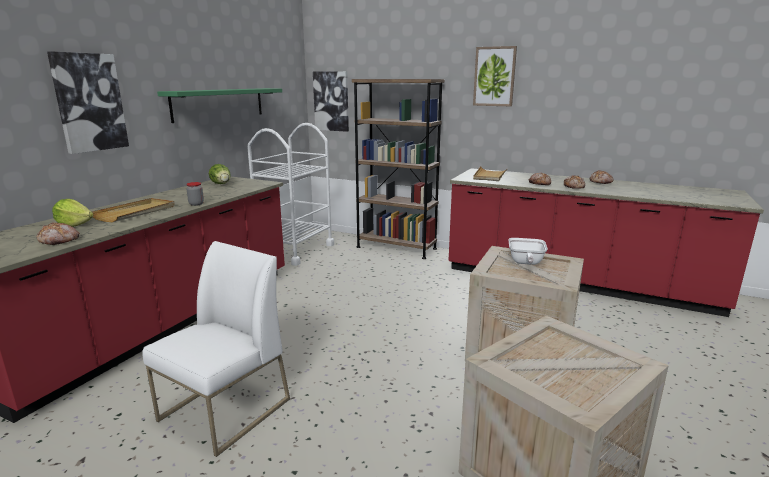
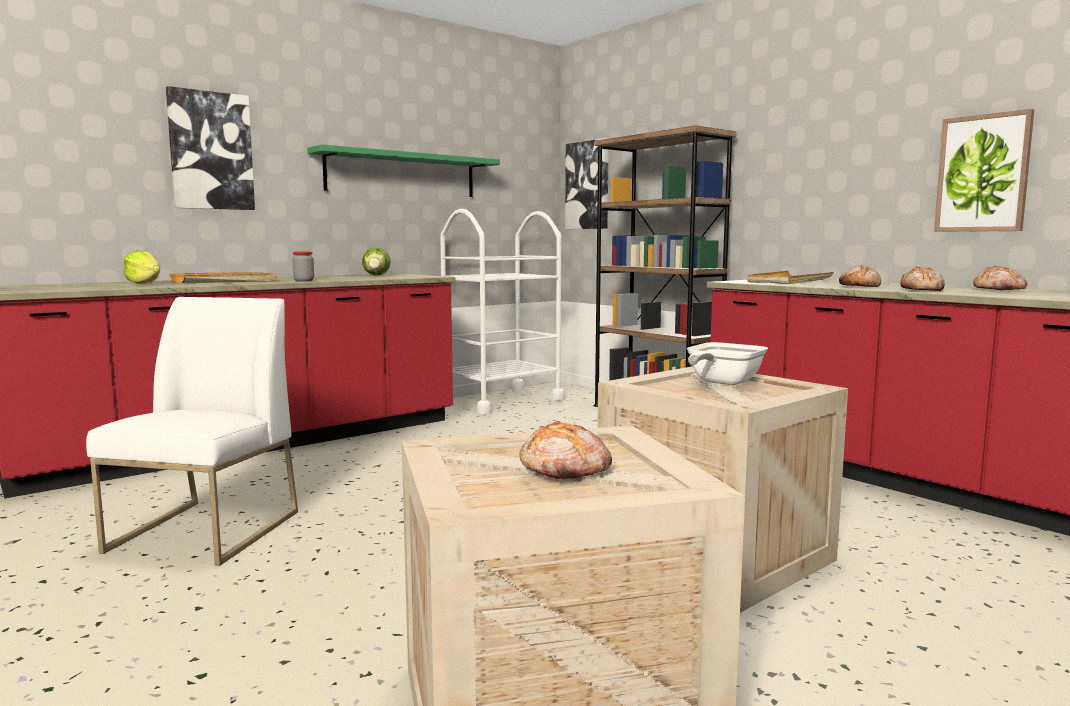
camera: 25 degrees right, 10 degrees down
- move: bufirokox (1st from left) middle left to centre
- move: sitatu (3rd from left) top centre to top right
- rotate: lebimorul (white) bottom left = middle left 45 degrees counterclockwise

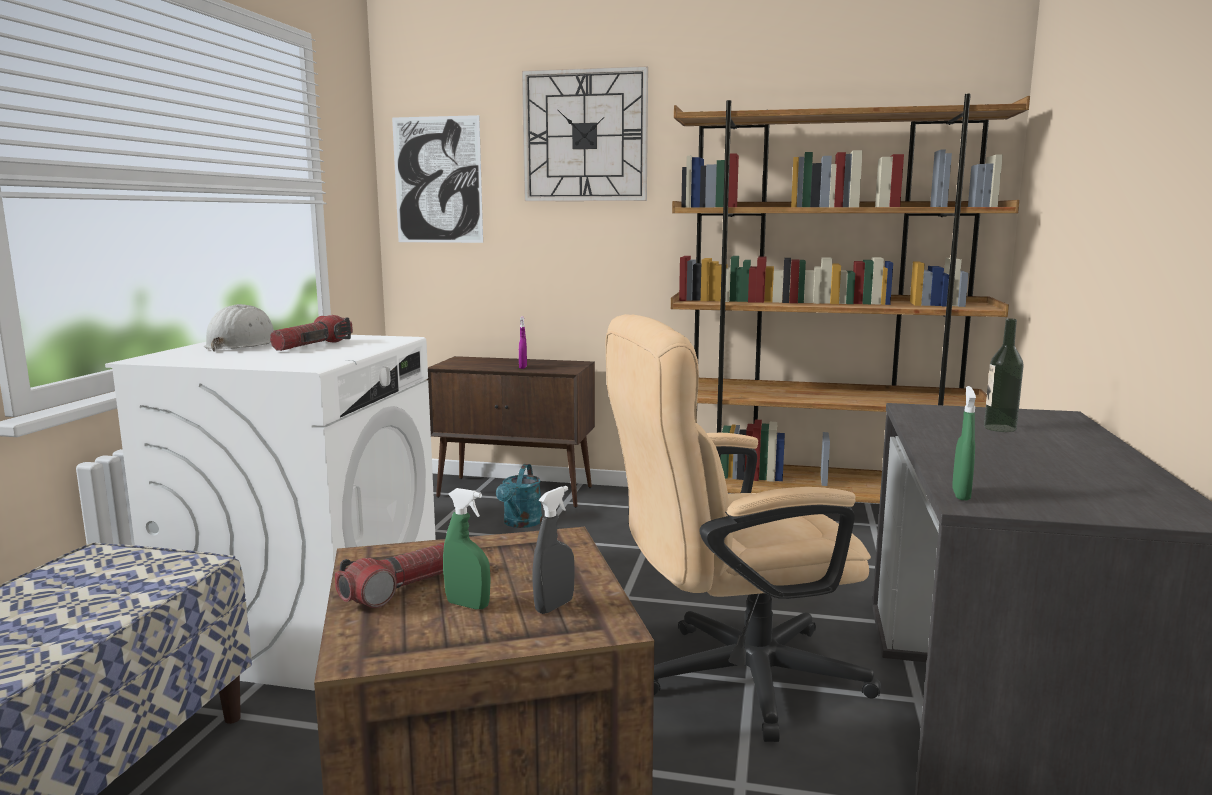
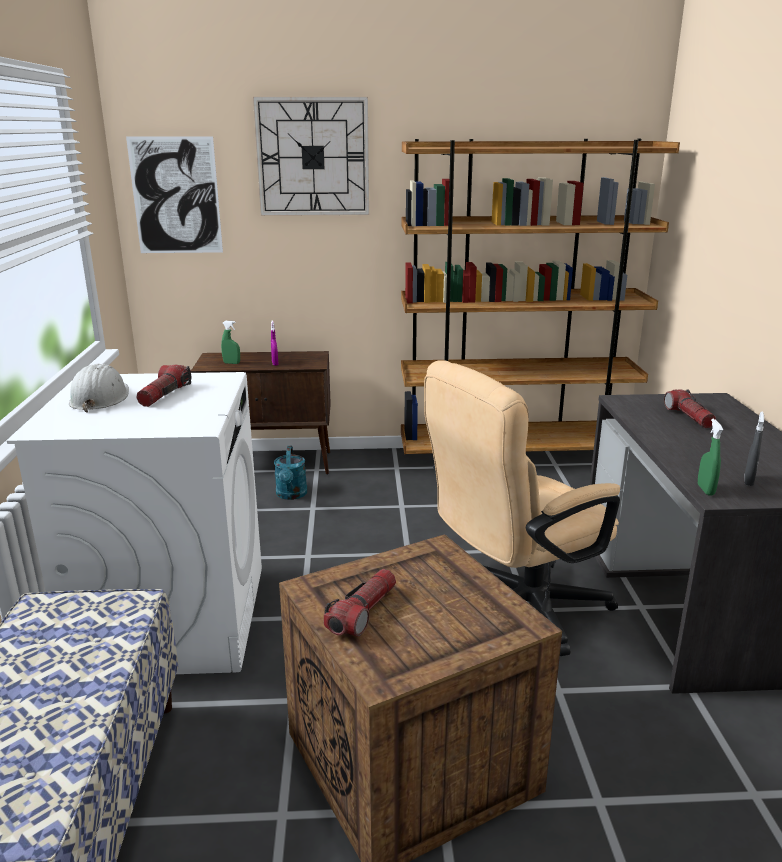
camera: 15 degrees left, 10 degrees up
- move: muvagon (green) (1st from left) bottom centre to middle left
- move: muvagon (grey) bottom centre to middle right
- replace: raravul middle right to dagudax (3rd from left) middle right

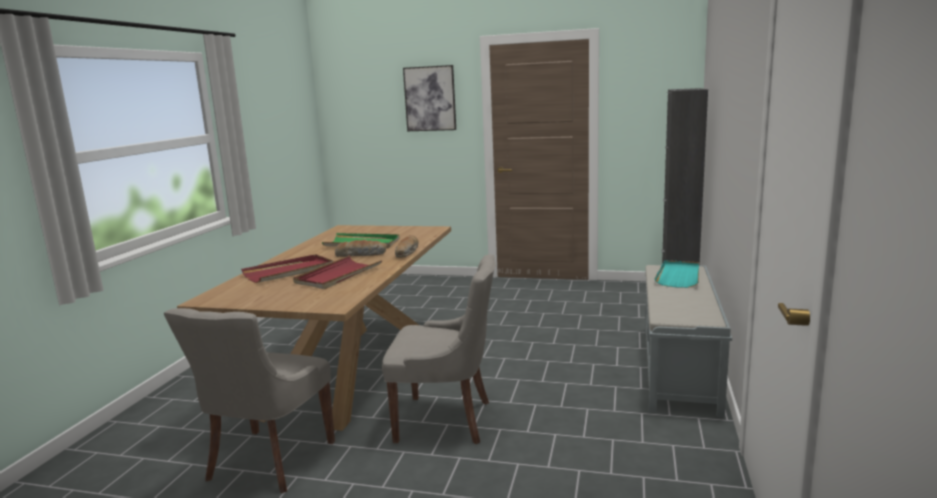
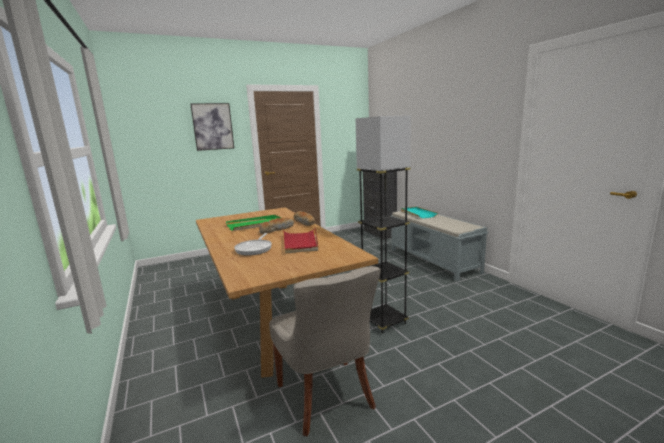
camera: 40 degrees left, 0 degrees up
- replace: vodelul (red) (1st from left) middle left to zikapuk centre
- replace: lebimorul (grey) (2nd from left) bottom centre to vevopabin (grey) centre

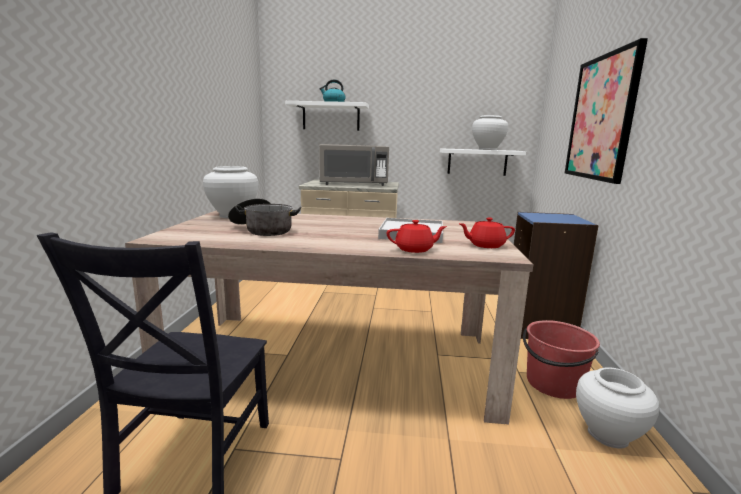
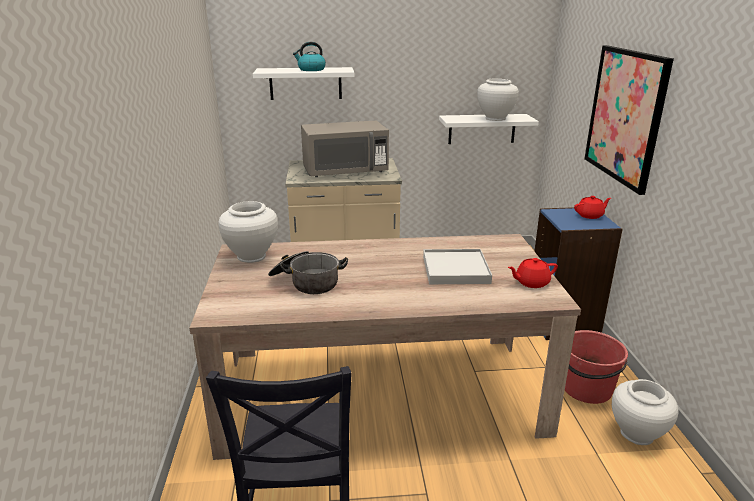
camera: 10 degrees left, 10 degrees up
- move: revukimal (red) (1st from left in the first image) centre to revukimal (red) (2nd from left) middle right

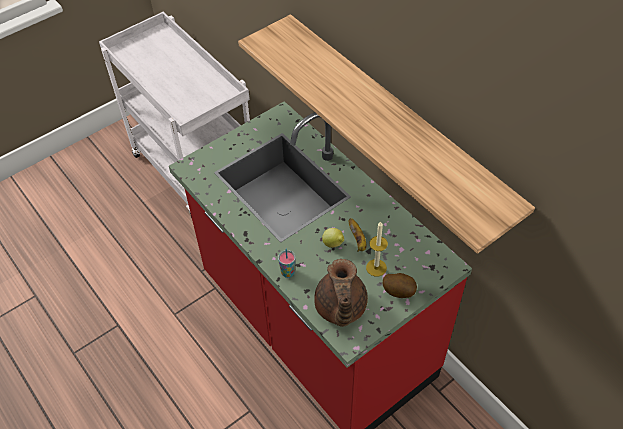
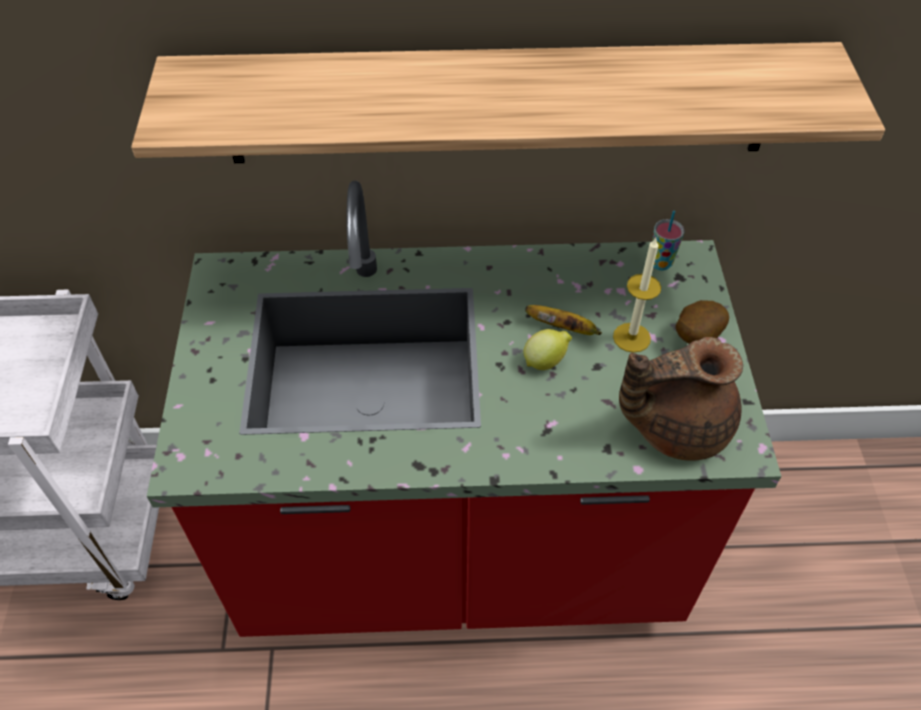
camera: 55 degrees left, 0 degrees up
- move: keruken centre to middle right
- rotate: revukimal (brown) bottom centre = middle right 135 degrees clockwise

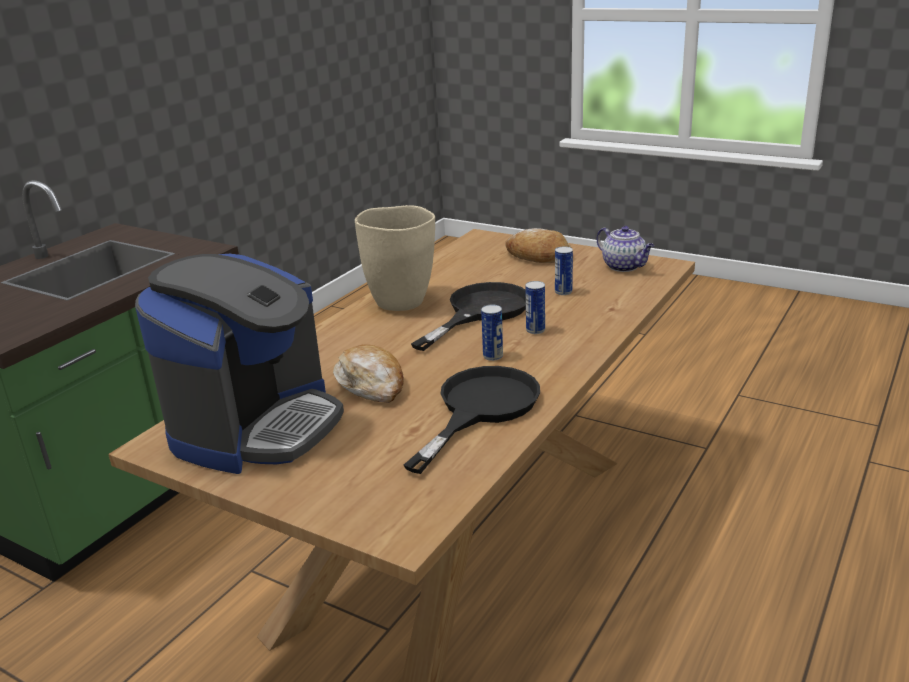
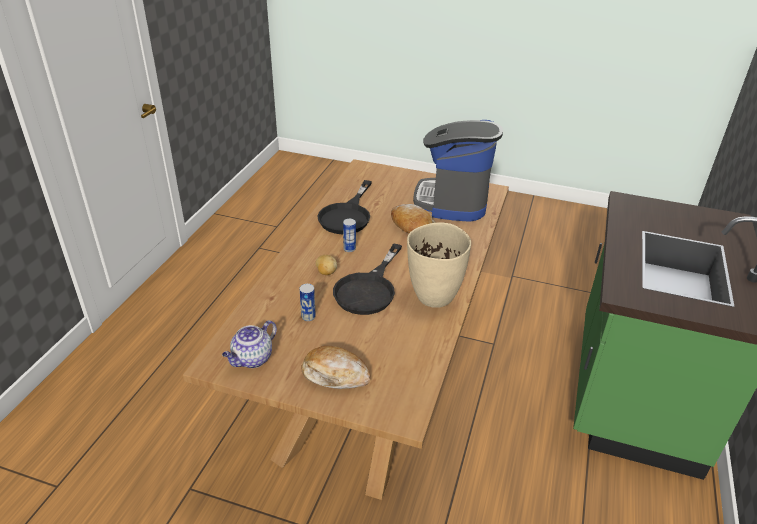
camera: 165 degrees right, 10 degrees up
- replace: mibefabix (2nd from left) centre to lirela centre
- rotate: revukimal middle right = middle left 90 degrees counterclockwise

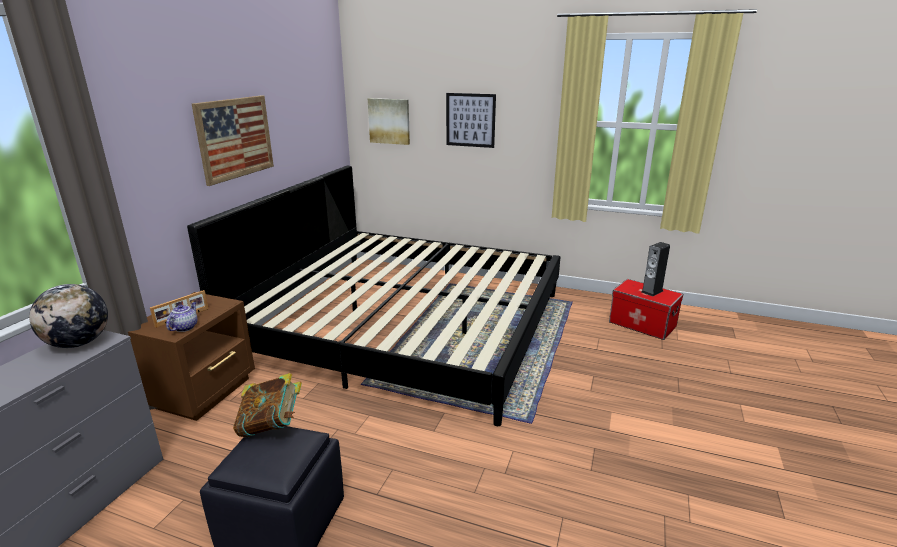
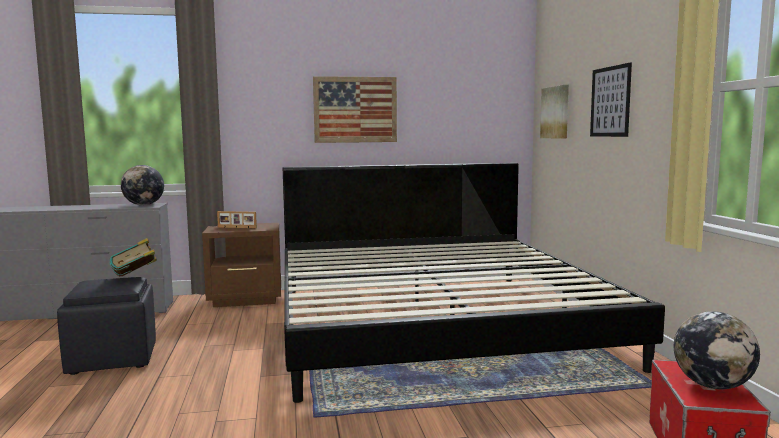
camera: 60 degrees right, 15 degrees down
- delete: revukimal middle left
- replace: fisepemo middle right to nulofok (2nd from left) bottom right

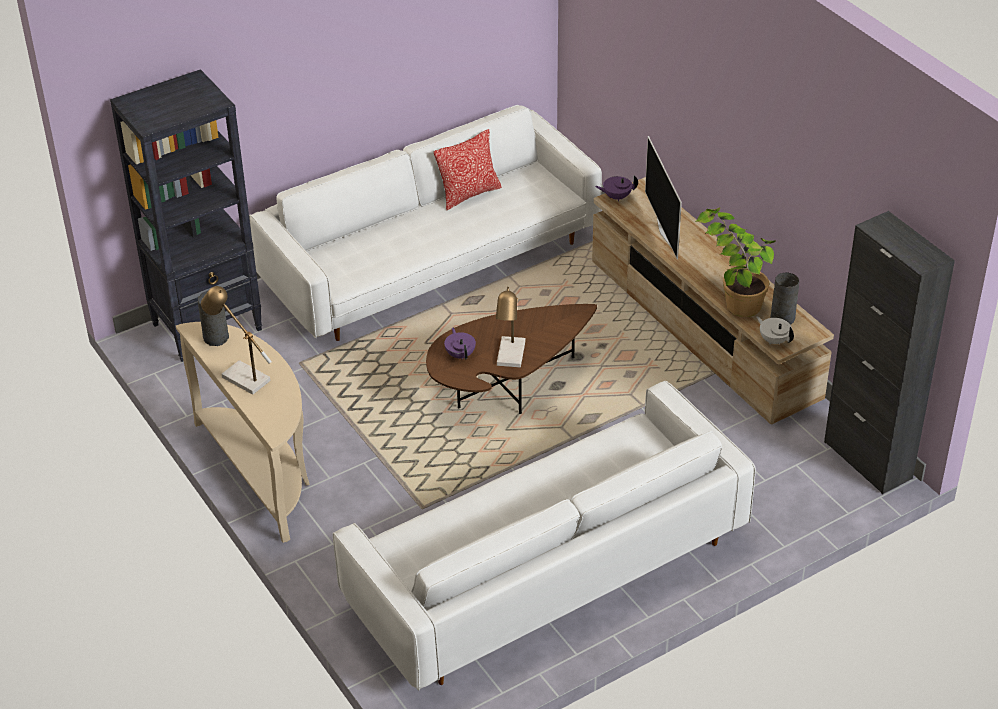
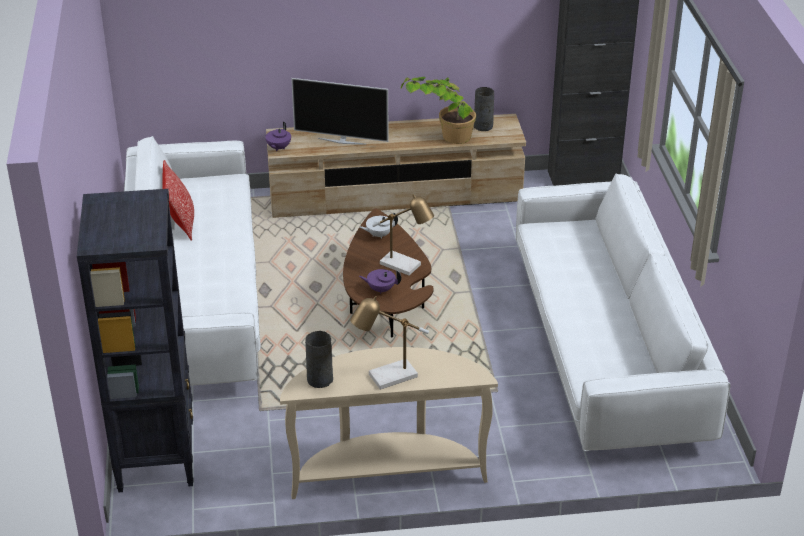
camera: 65 degrees left, 5 degrees down
- move: revukimal (white) middle right to centre

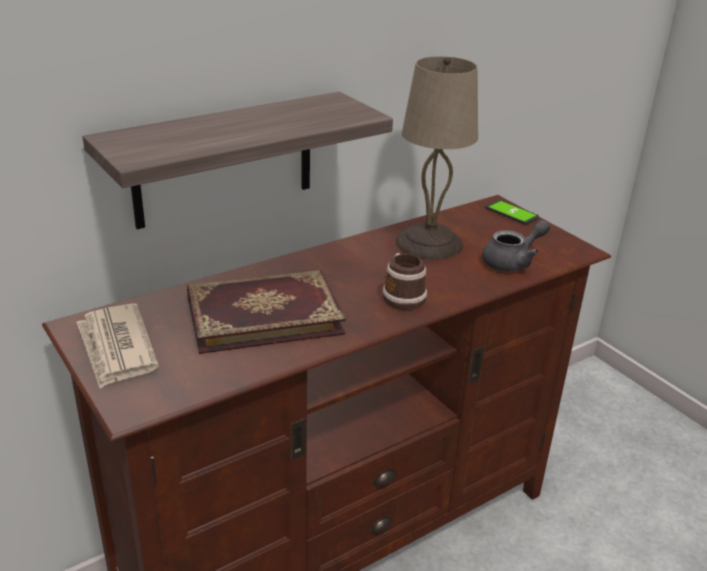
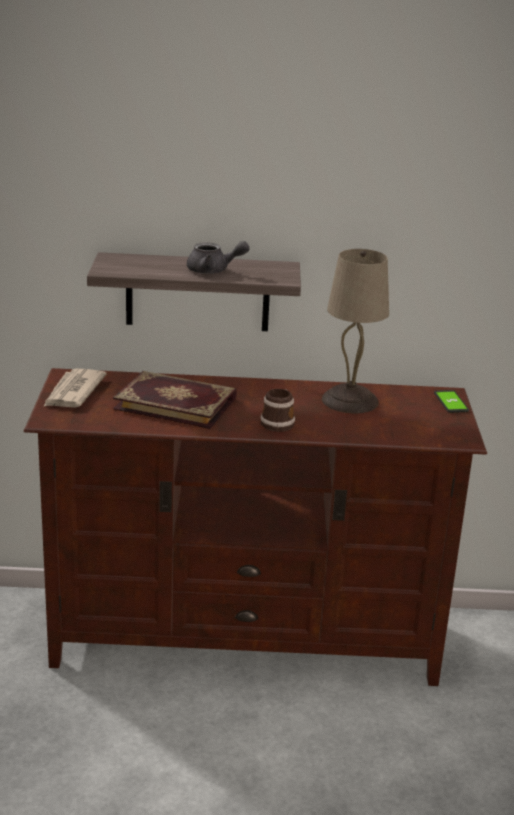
camera: 35 degrees right, 5 degrees down
- move: revukimal (grey) middle right to top centre

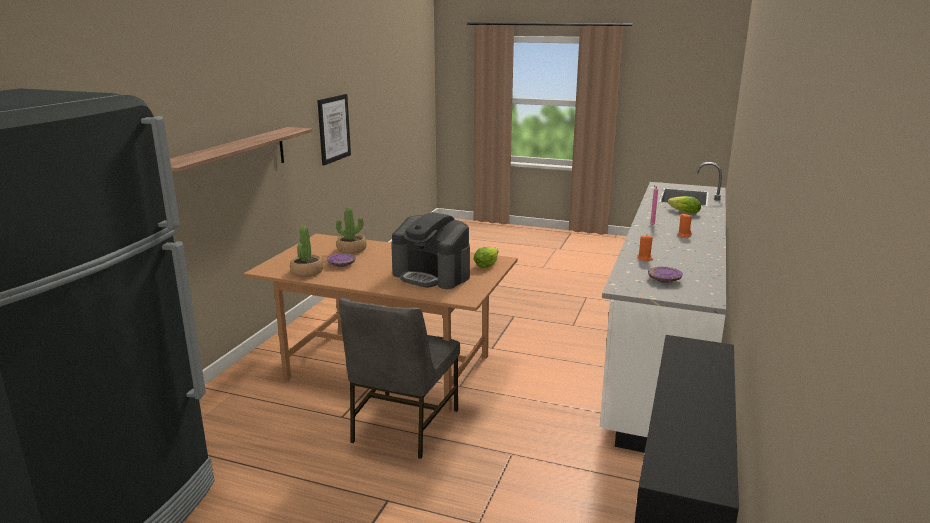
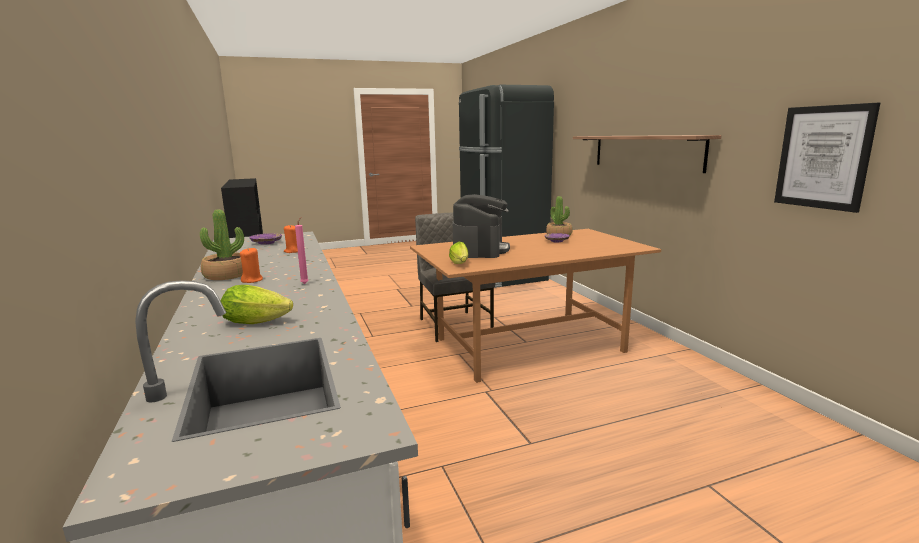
camera: 140 degrees right, 5 degrees down
- move: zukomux (2nd from left in the first image) centre to zukomux (1st from left) middle left
- rotate: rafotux centre = centre 105 degrees clockwise

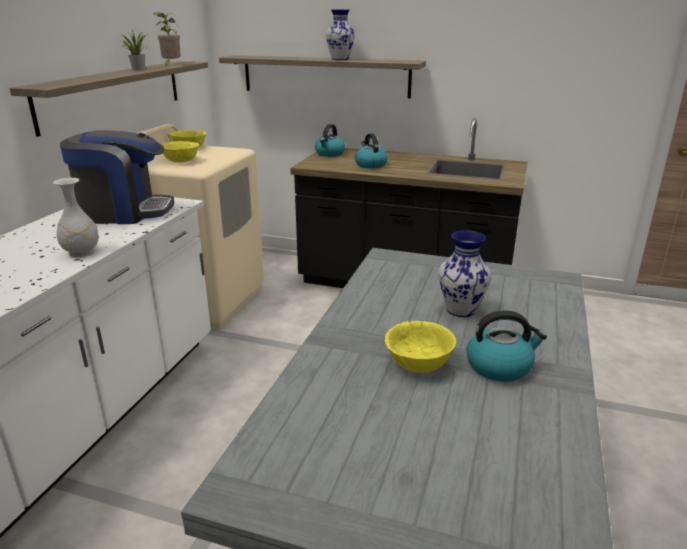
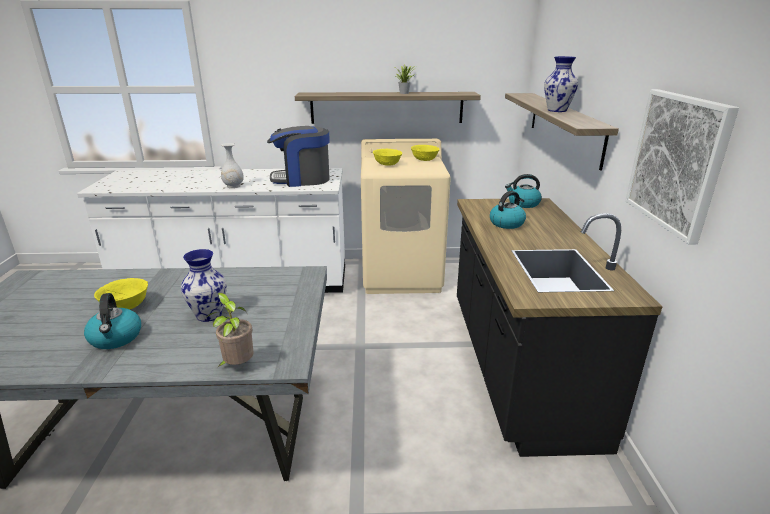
camera: 70 degrees right, 0 degrees up
- insert: sitatu top right
- move: zukomux (2nd from left in the first image) top left to zukomux (1st from left) middle left
- rotate: rafotux top left = top centre 105 degrees clockwise

